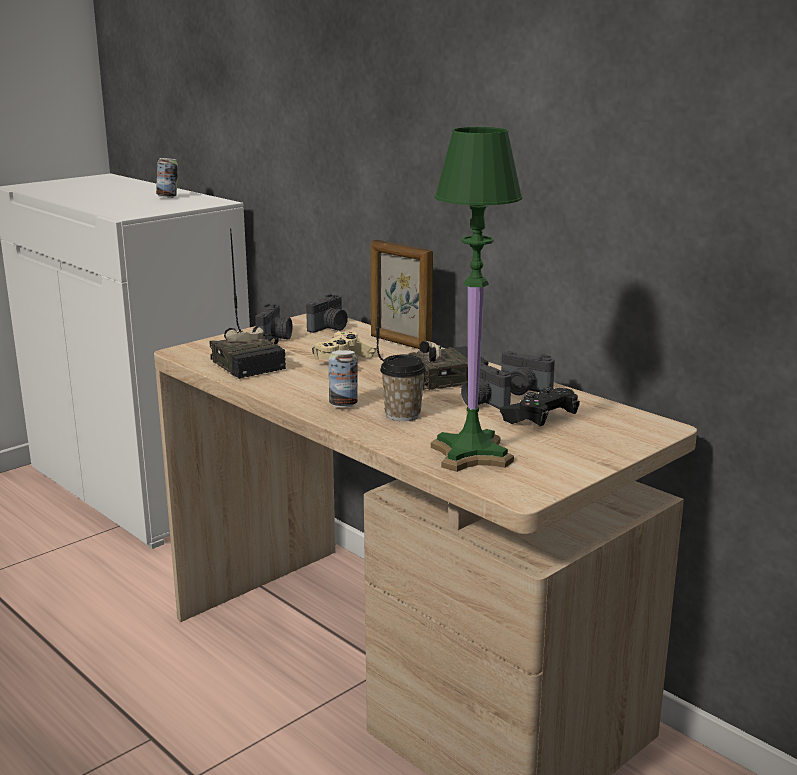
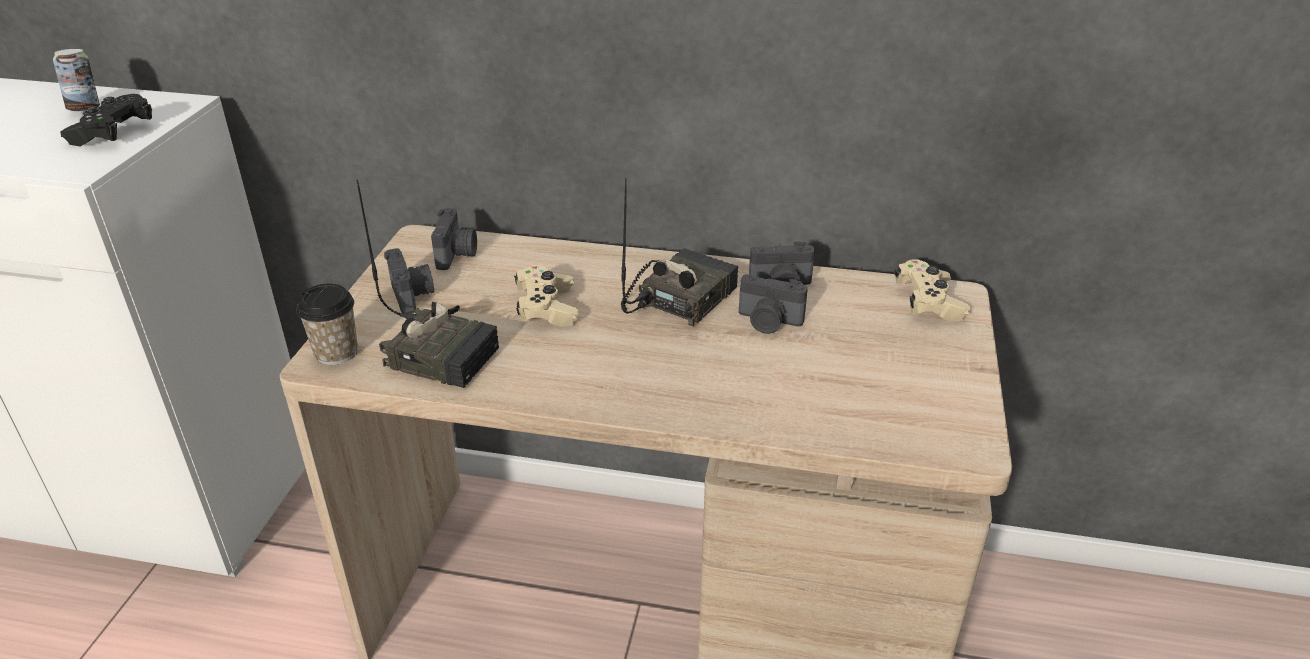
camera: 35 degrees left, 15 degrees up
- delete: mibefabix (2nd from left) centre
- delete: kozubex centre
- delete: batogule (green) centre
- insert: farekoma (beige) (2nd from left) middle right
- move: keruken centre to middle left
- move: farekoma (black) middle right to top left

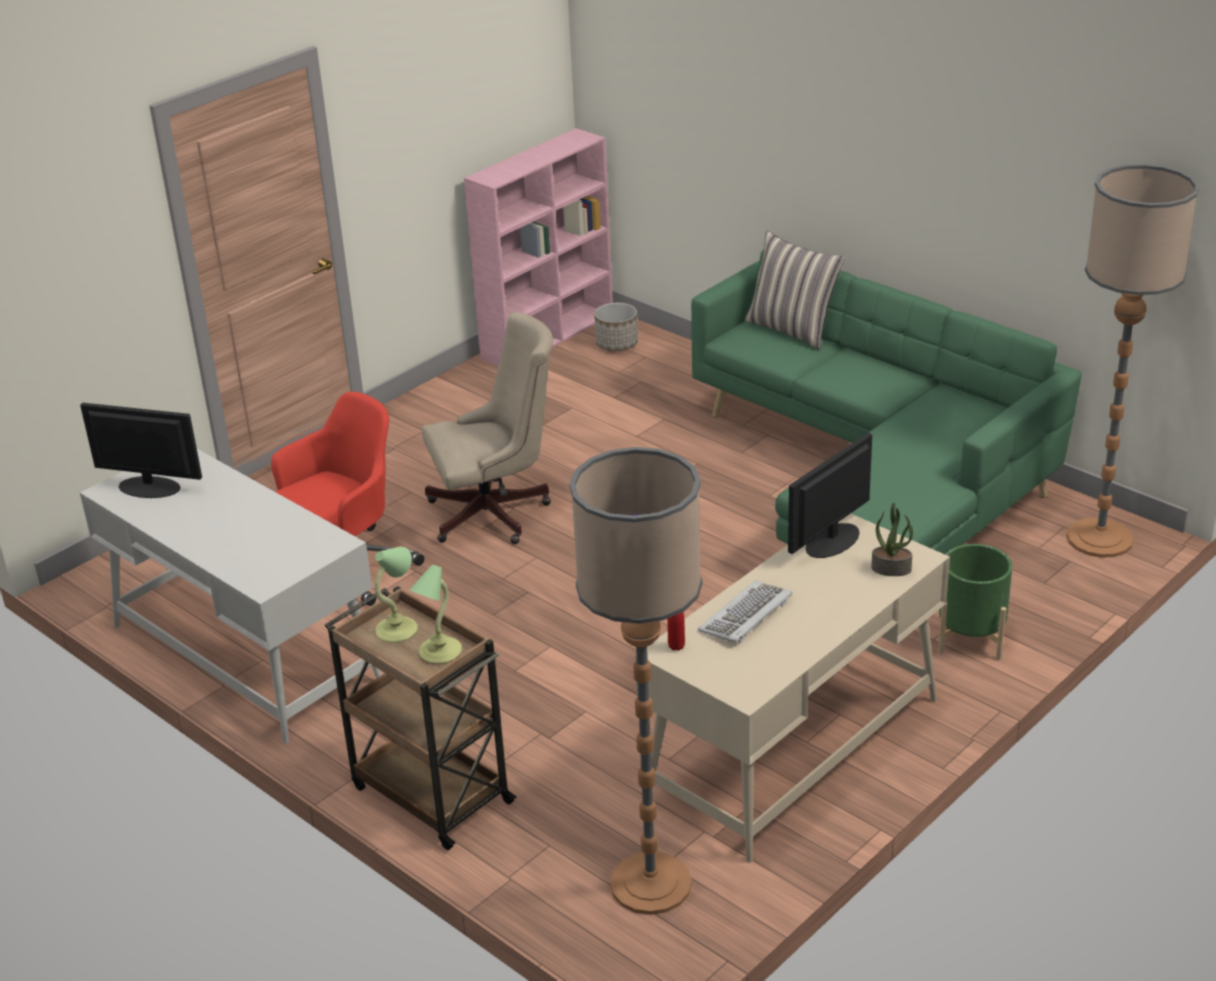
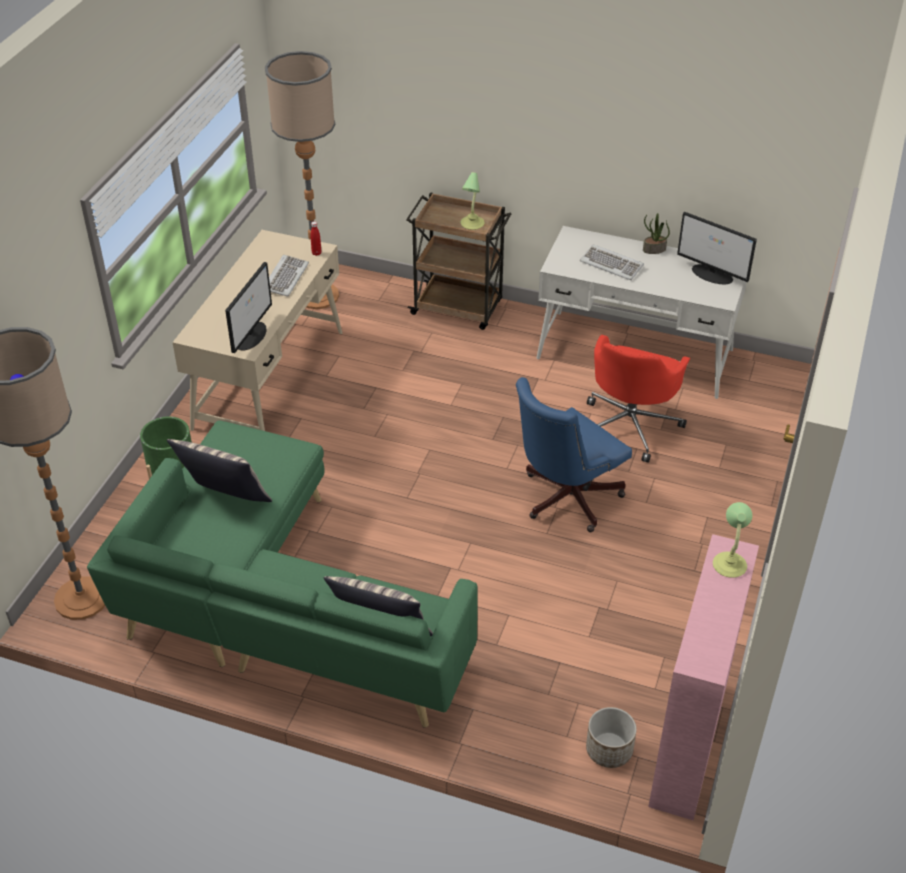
camera: 155 degrees right, 10 degrees up
- insert: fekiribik (1st from left) middle left
- insert: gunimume (2nd from left) top right
- move: batogule (2nd from left) centre to middle right
- move: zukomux middle right to top right
- recolor: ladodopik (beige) centre to ladodopik (blue) centre
- rotate: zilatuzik (1st from left in the first image) middle left = top right 45 degrees clockwise

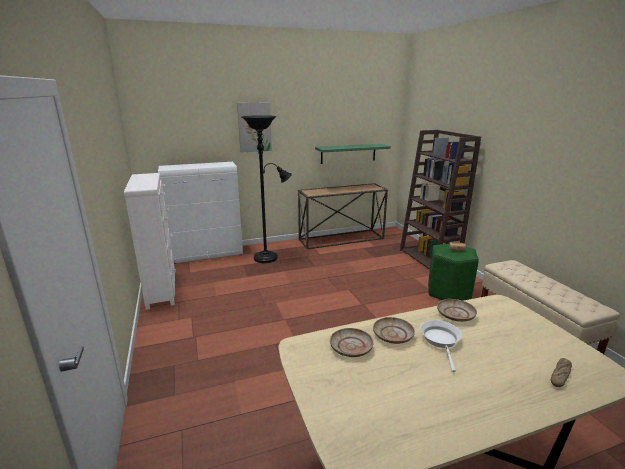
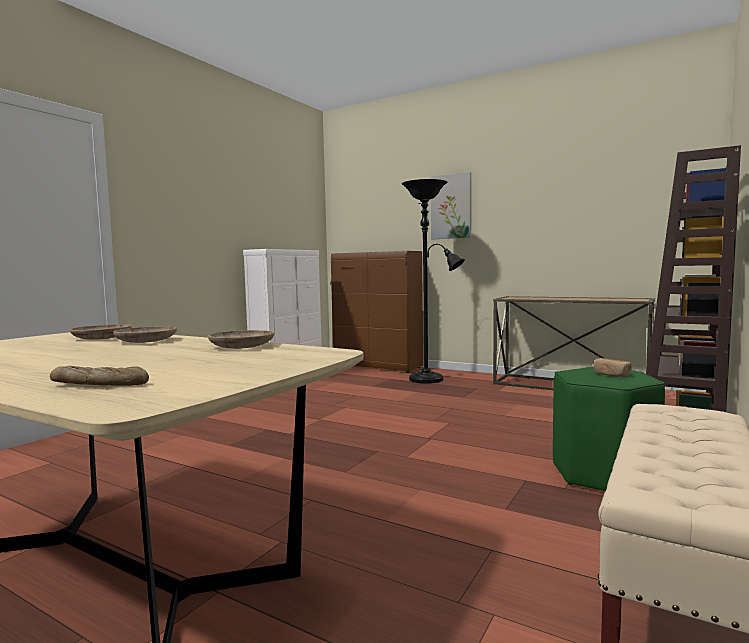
camera: 50 degrees right, 15 degrees down
- delete: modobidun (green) top centre
- delete: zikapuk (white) bottom right
- recolor: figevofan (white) middle left to figevofan (brown) centre

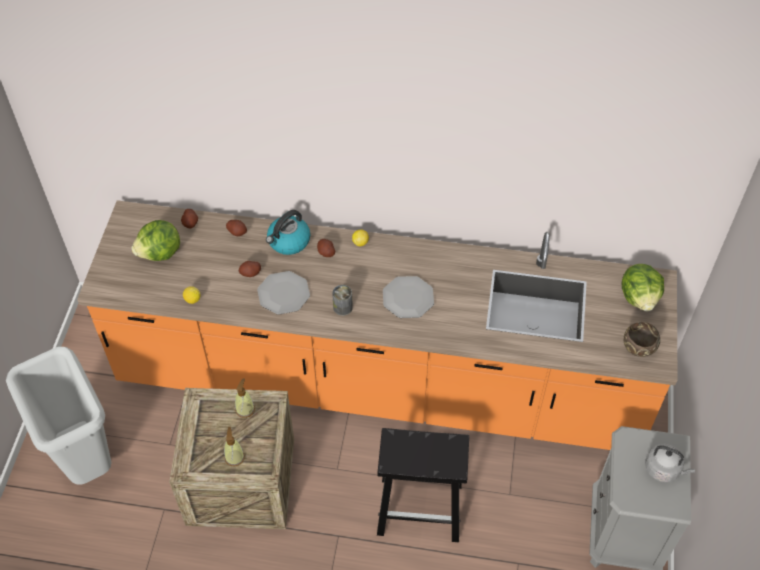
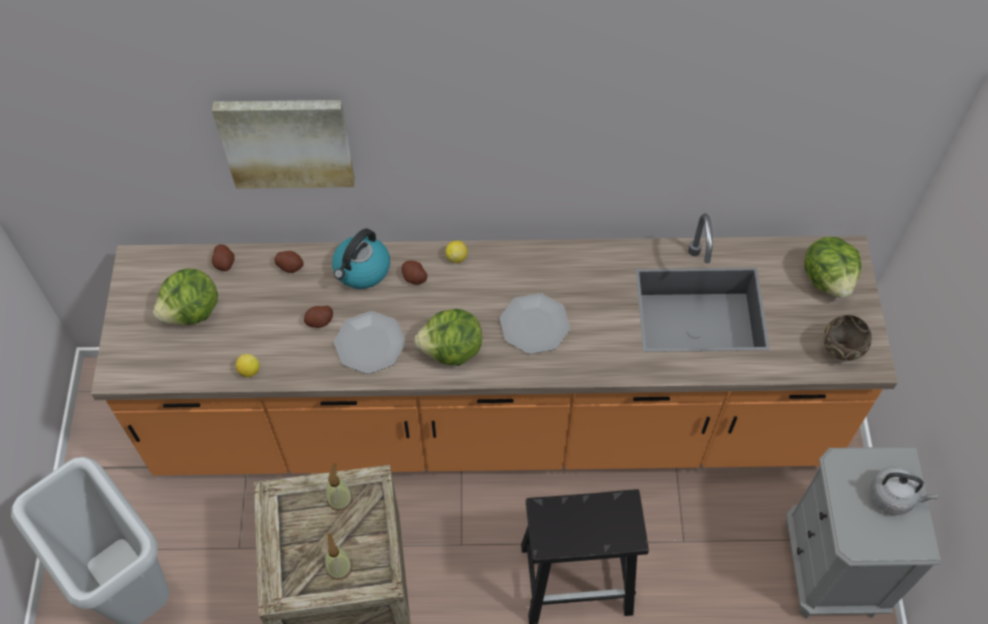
camera: 10 degrees left, 5 degrees up
- insert: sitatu top left
- replace: mibefabix centre to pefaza (2nd from left) centre

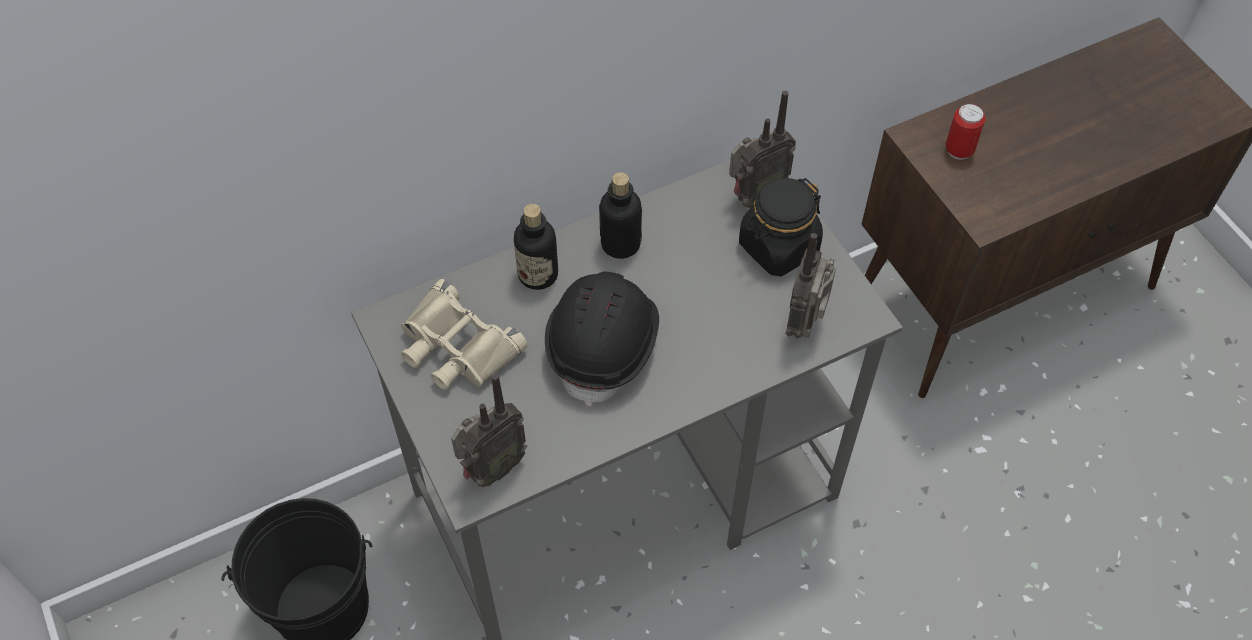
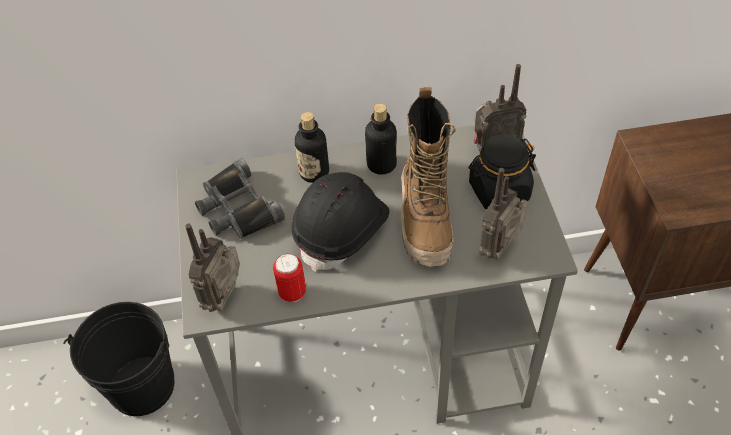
camera: 20 degrees right, 5 degrees down
- insert: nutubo centre
- move: mibefabix top right to centre
- recolor: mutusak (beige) centre to mutusak (black) middle left
- rotate: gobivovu (1st from left) bottom centre = middle left 135 degrees clockwise

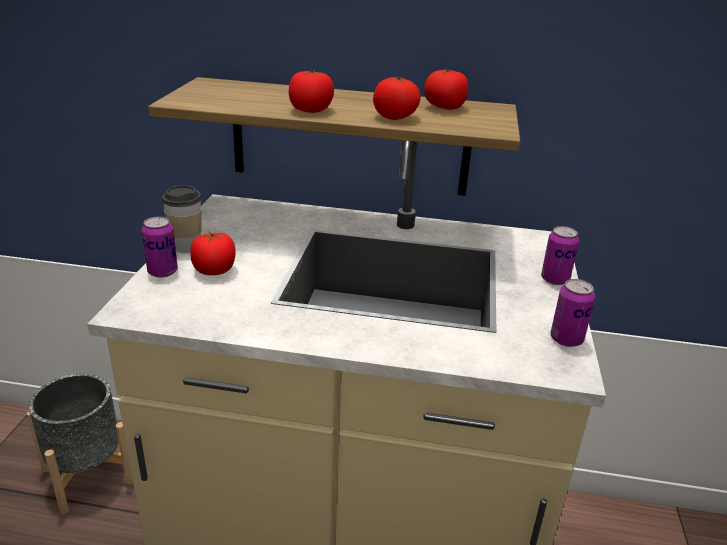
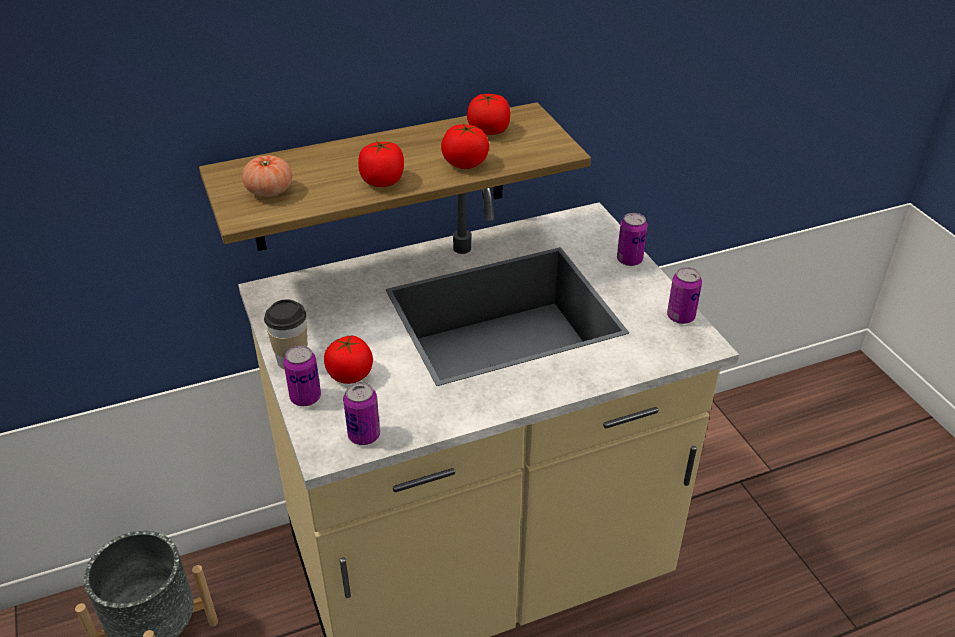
camera: 30 degrees left, 10 degrees up
- insert: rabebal (1st from left) top left
- insert: mibefabix (2nd from left) centre

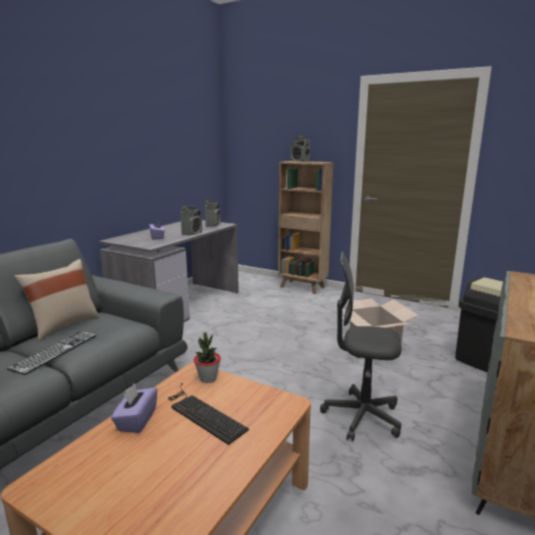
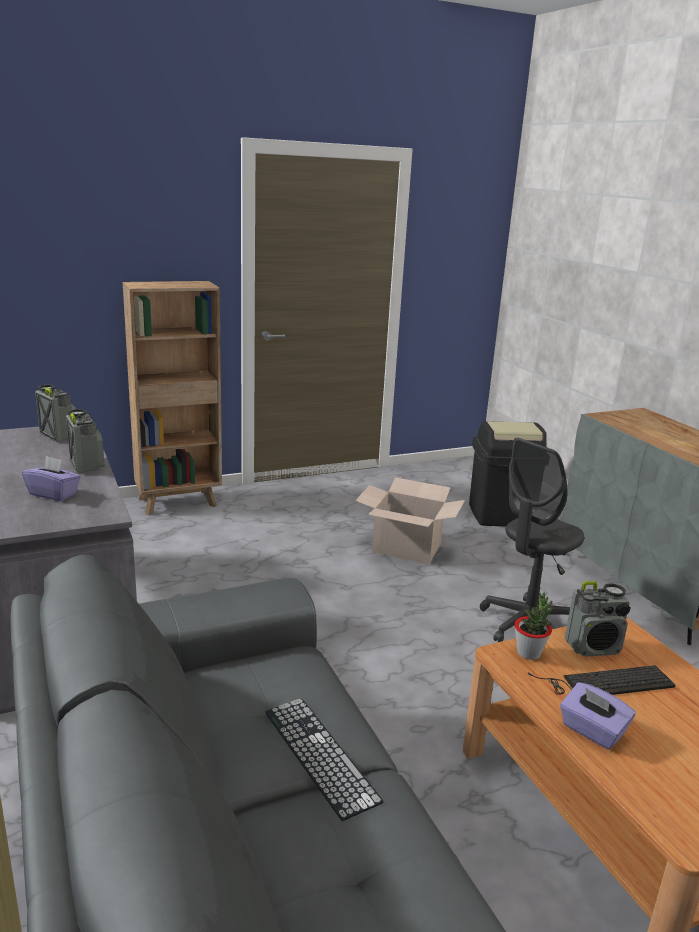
camera: 55 degrees left, 5 degrees up
- delete: fekiribik (beige) middle left
- move: gobivovu (3rd from left) top centre to middle right

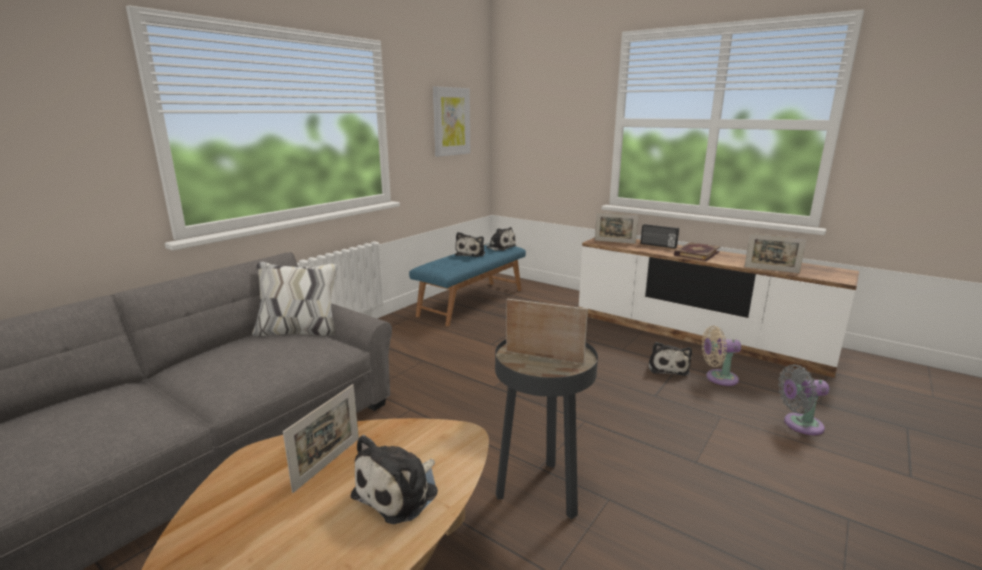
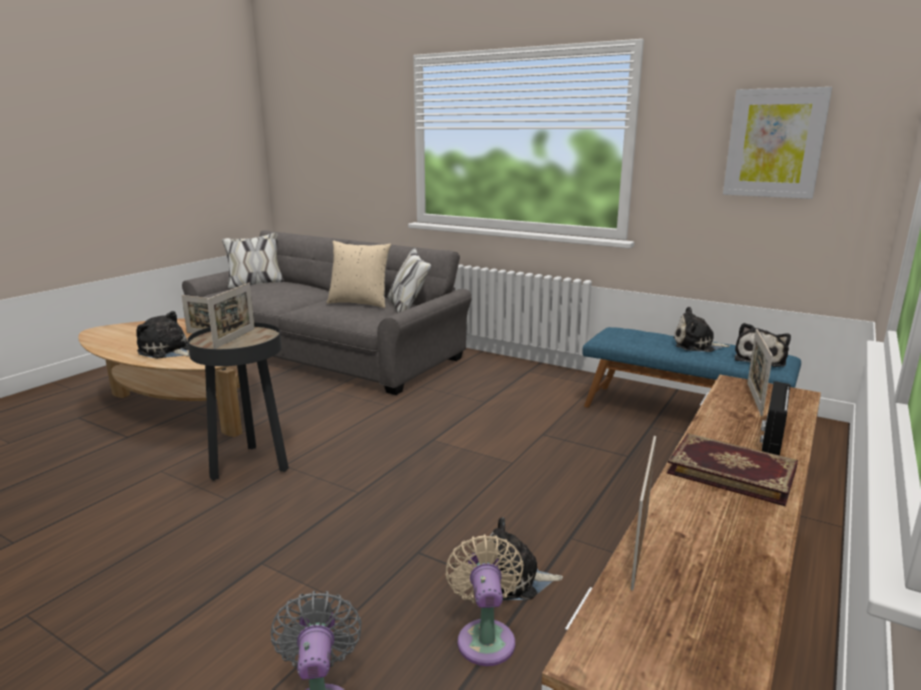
camera: 85 degrees right, 0 degrees up
- insert: fekiribik (beige) centre

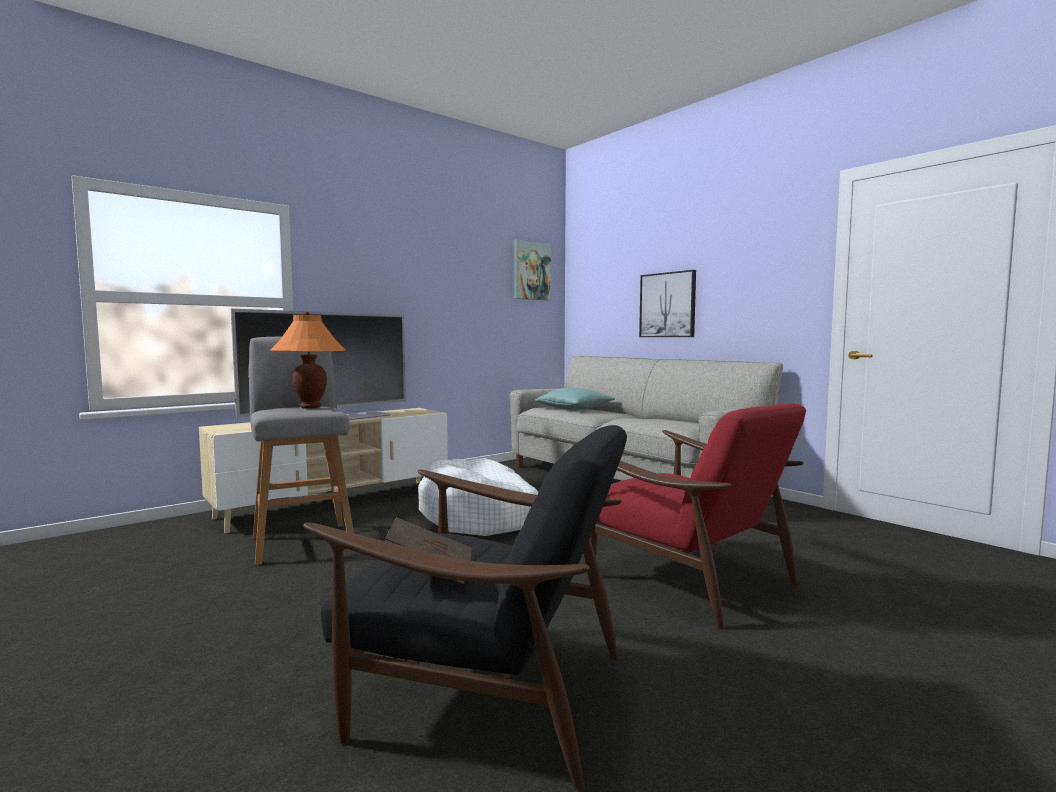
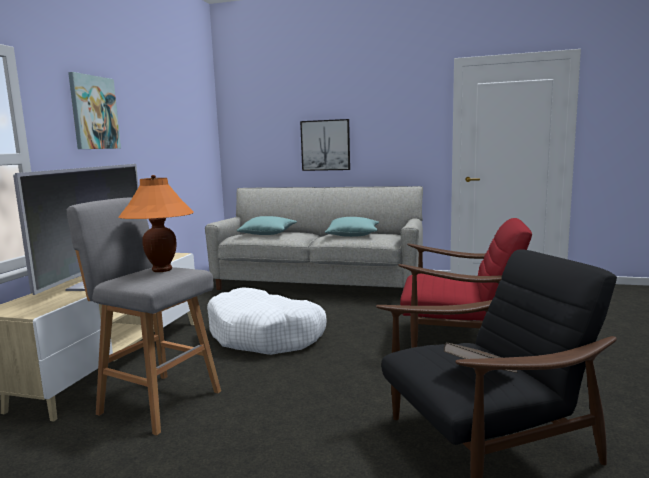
camera: 35 degrees left, 5 degrees up
- insert: fekiribik (turquoise) (2nd from left) centre
- move: sitatu (1st from left) centre to top left

